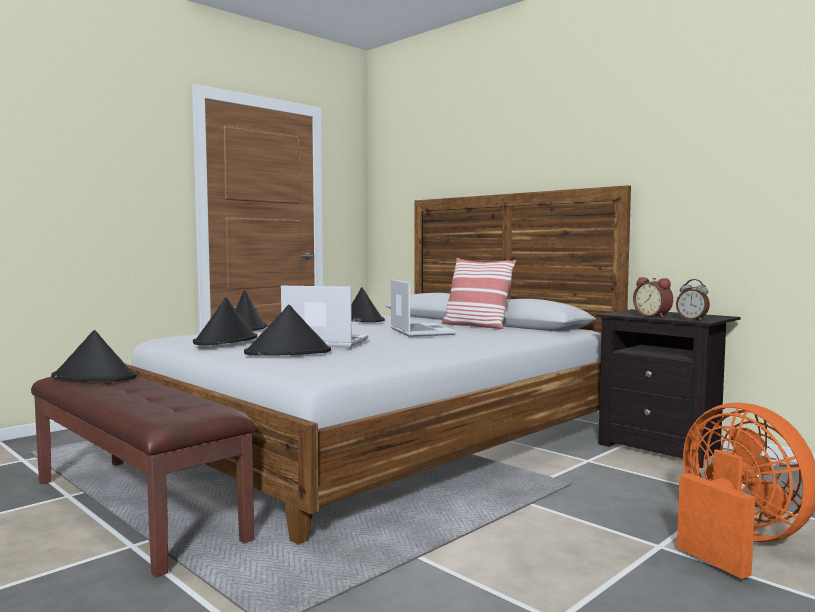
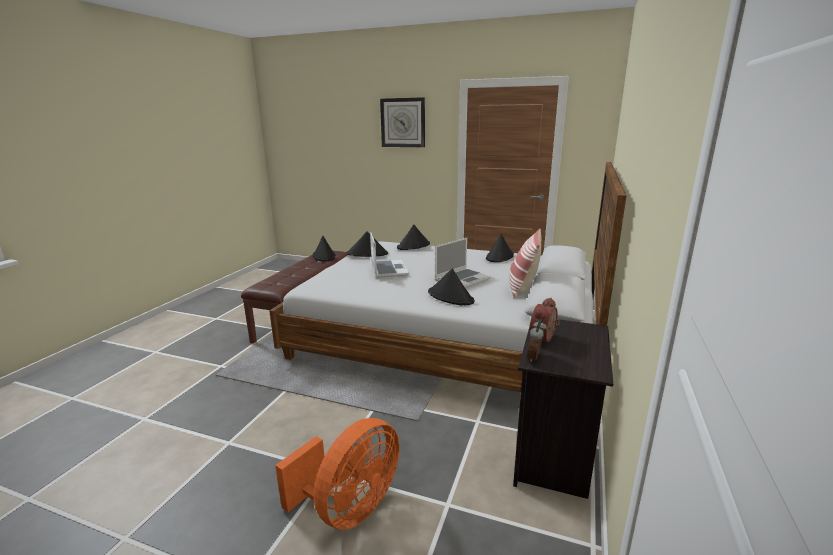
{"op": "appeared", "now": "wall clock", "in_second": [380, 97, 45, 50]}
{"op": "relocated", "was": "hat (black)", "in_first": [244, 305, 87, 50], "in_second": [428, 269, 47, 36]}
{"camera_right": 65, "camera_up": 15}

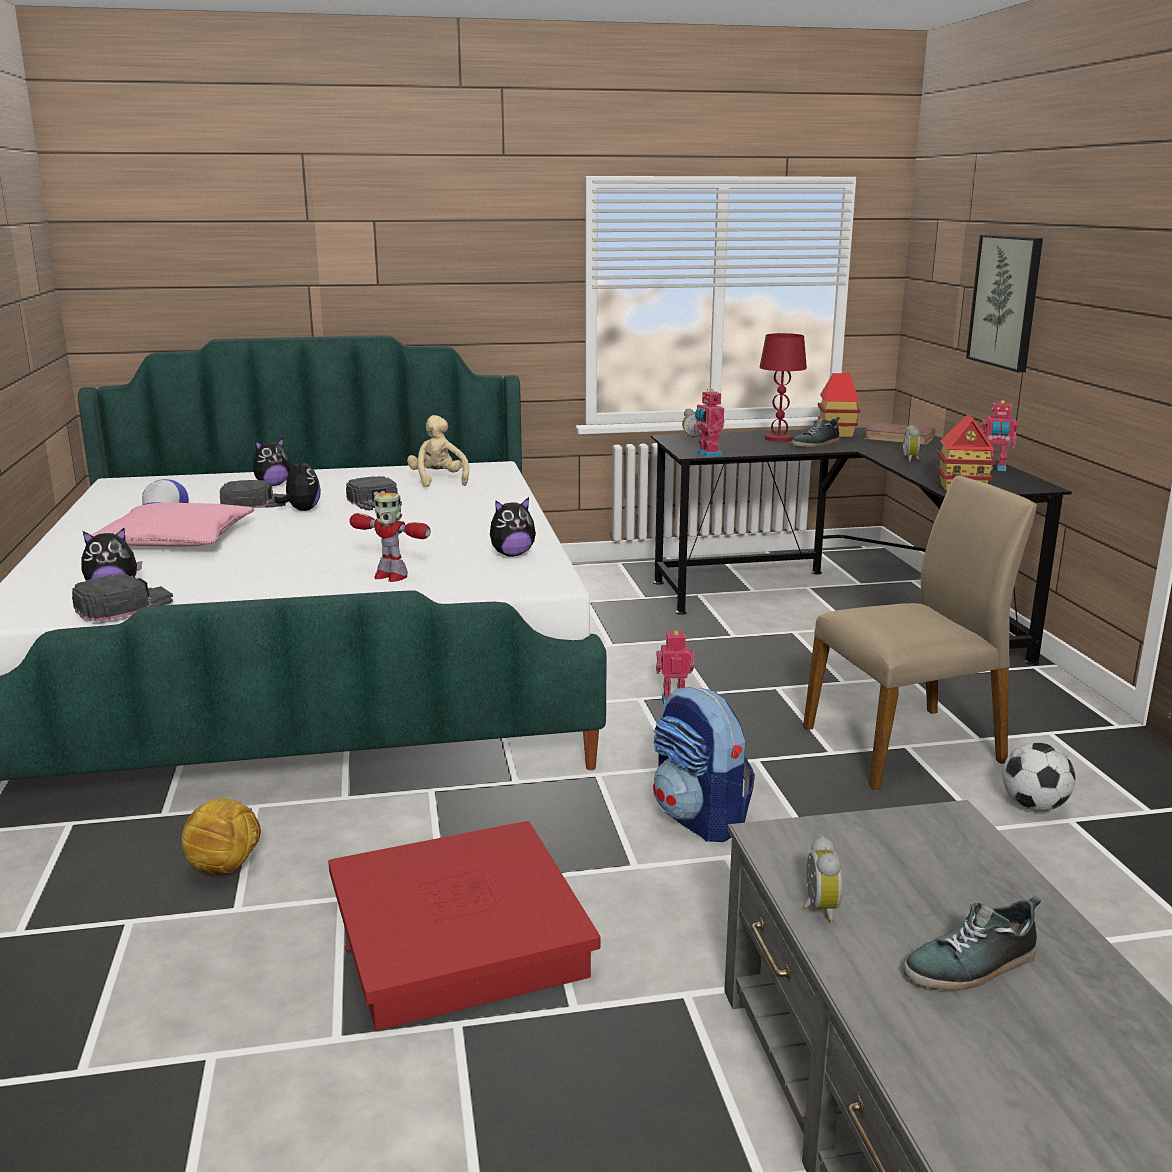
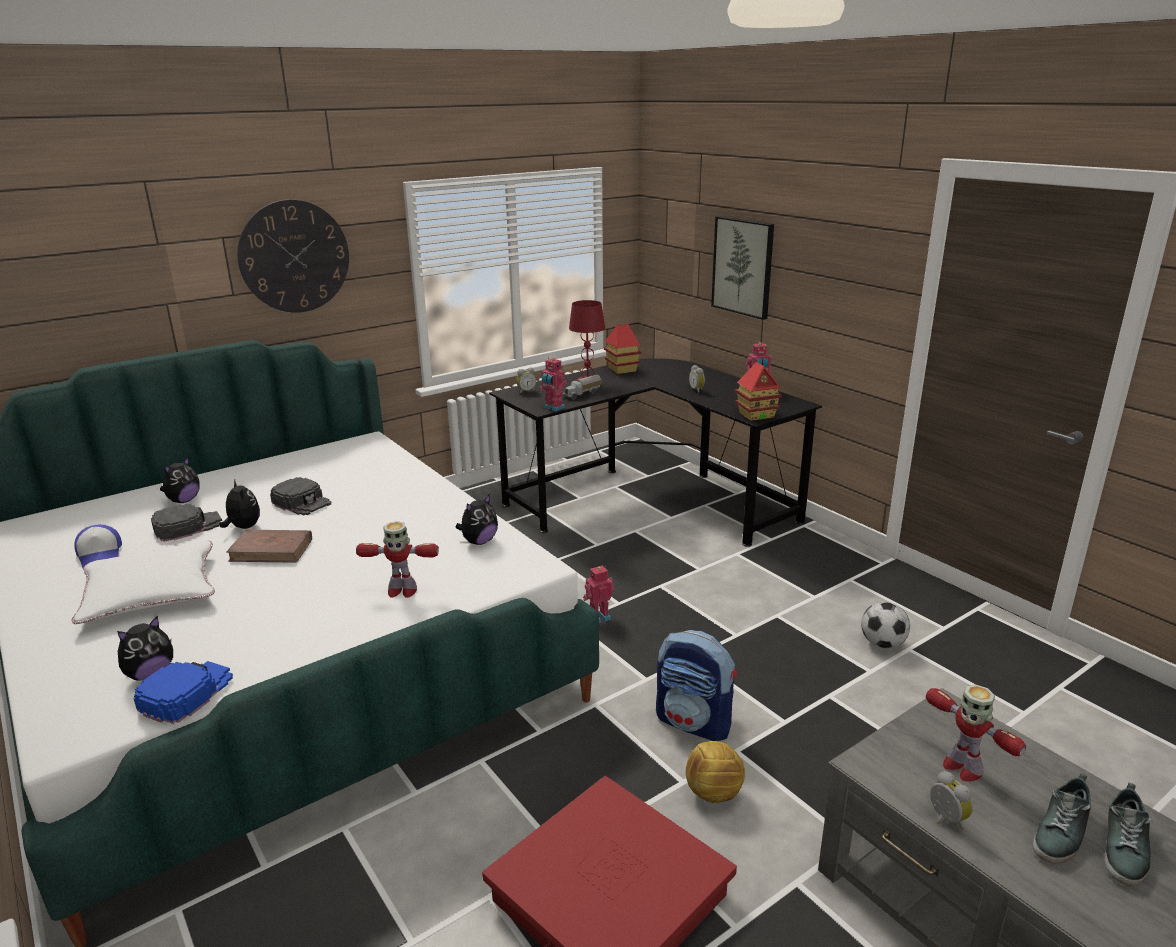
{"op": "colour", "was": "pillow (pink)", "now": "pillow (white)", "in_first": [84, 503, 170, 44], "in_second": [72, 541, 143, 83]}
{"op": "colour", "was": "cap (black)", "now": "cap (blue)", "in_first": [72, 574, 101, 48], "in_second": [134, 661, 99, 63]}
{"op": "relocated", "was": "book (brown)", "in_first": [864, 423, 71, 22], "in_second": [226, 530, 86, 33]}
{"op": "appeared", "now": "wall clock", "in_second": [237, 199, 112, 114]}
{"op": "appeared", "now": "toy truck", "in_second": [562, 375, 40, 25]}
{"op": "relocated", "was": "football", "in_first": [182, 798, 79, 77], "in_second": [686, 741, 59, 62]}
{"op": "appeared", "now": "toy robot", "in_second": [926, 685, 100, 96]}
{"op": "relocated", "was": "shoe", "in_first": [791, 417, 49, 30], "in_second": [1105, 783, 46, 103]}
{"op": "missing", "was": "plush toy (beige)", "in_first": [407, 415, 62, 72]}
{"op": "missing", "was": "chair (beige)", "in_first": [803, 476, 234, 314]}
{"camera_right": -25, "camera_up": 5}

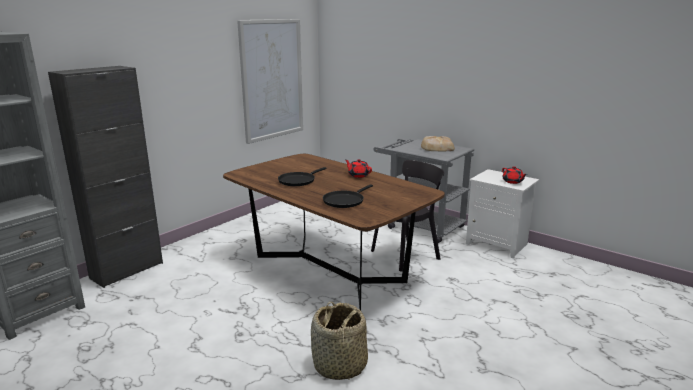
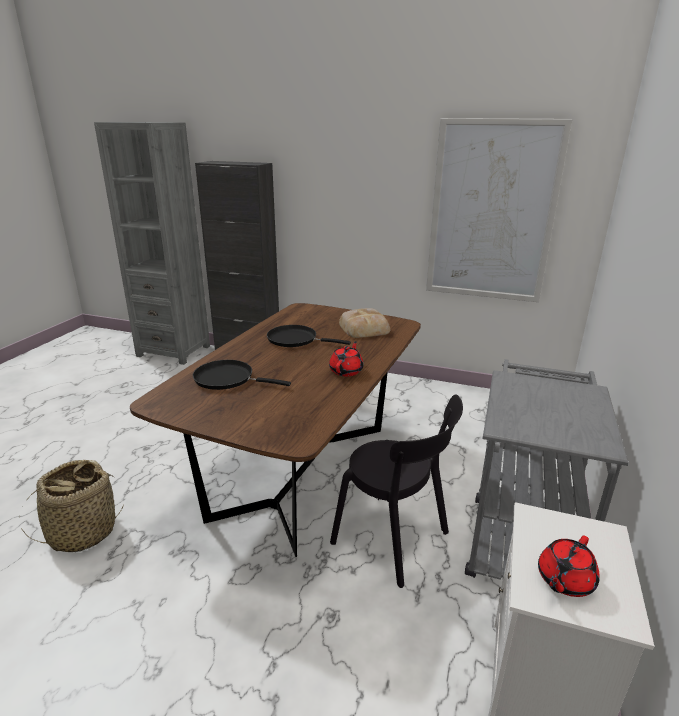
{"op": "relocated", "was": "bread", "in_first": [421, 136, 34, 15], "in_second": [339, 308, 51, 30]}
{"camera_right": 70, "camera_up": 5}

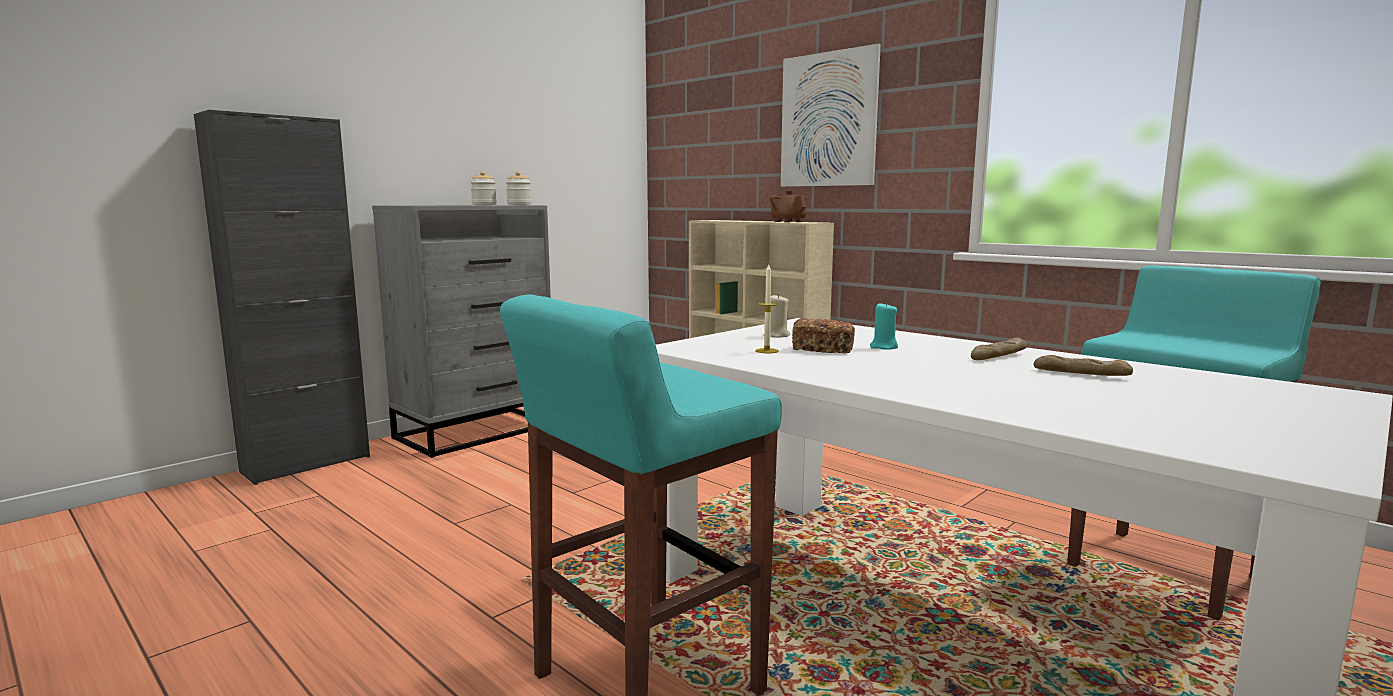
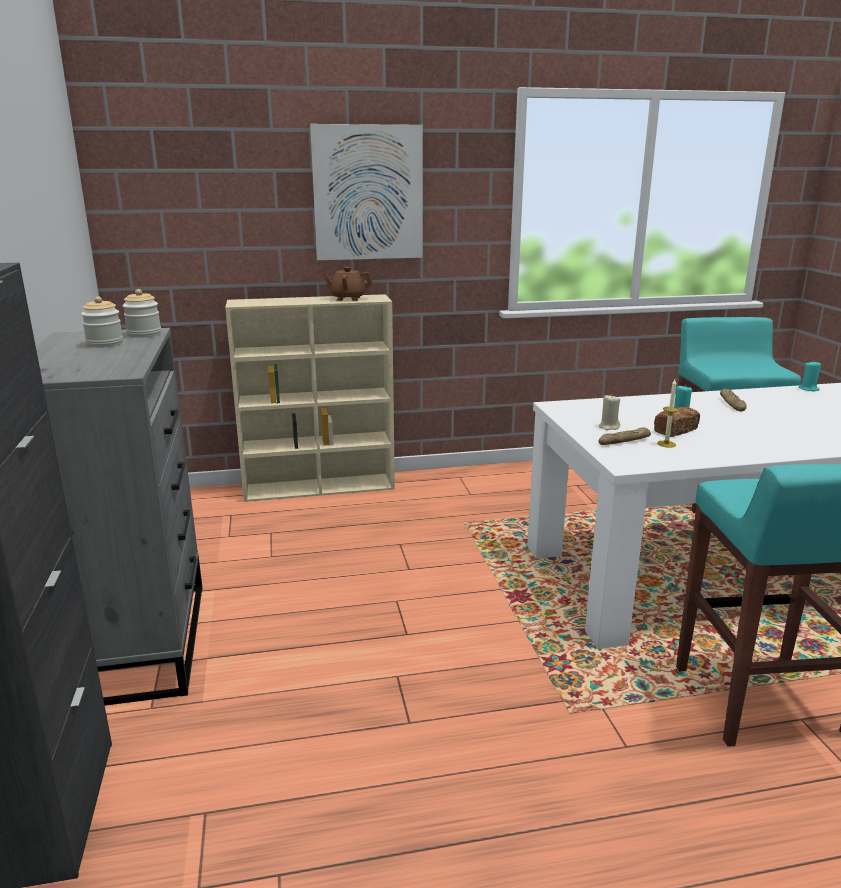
{"op": "relocated", "was": "bread", "in_first": [1034, 355, 99, 21], "in_second": [598, 427, 53, 18]}
{"op": "appeared", "now": "candle (turquoise)", "in_second": [799, 362, 22, 30]}
{"camera_right": -55, "camera_up": 10}

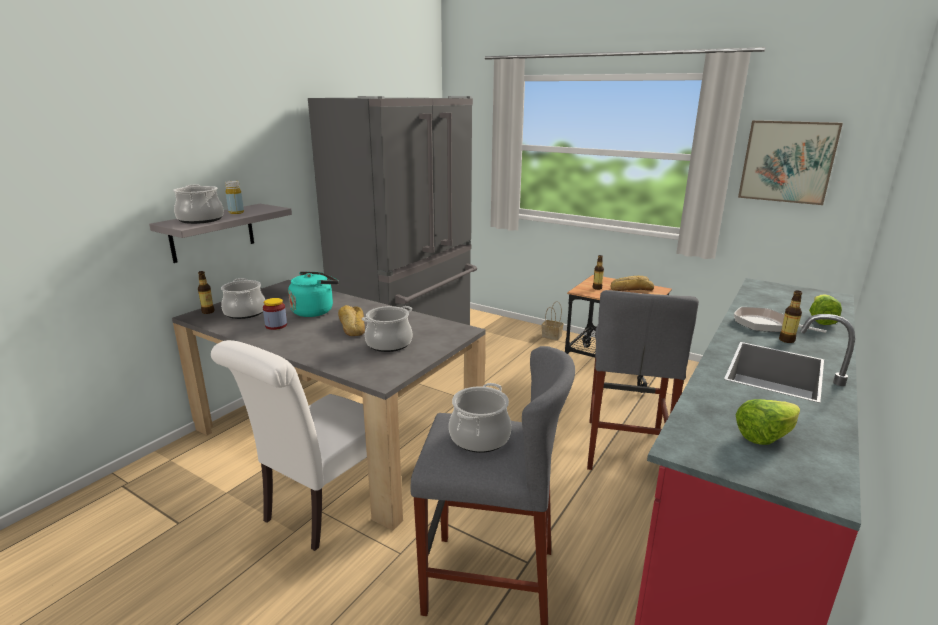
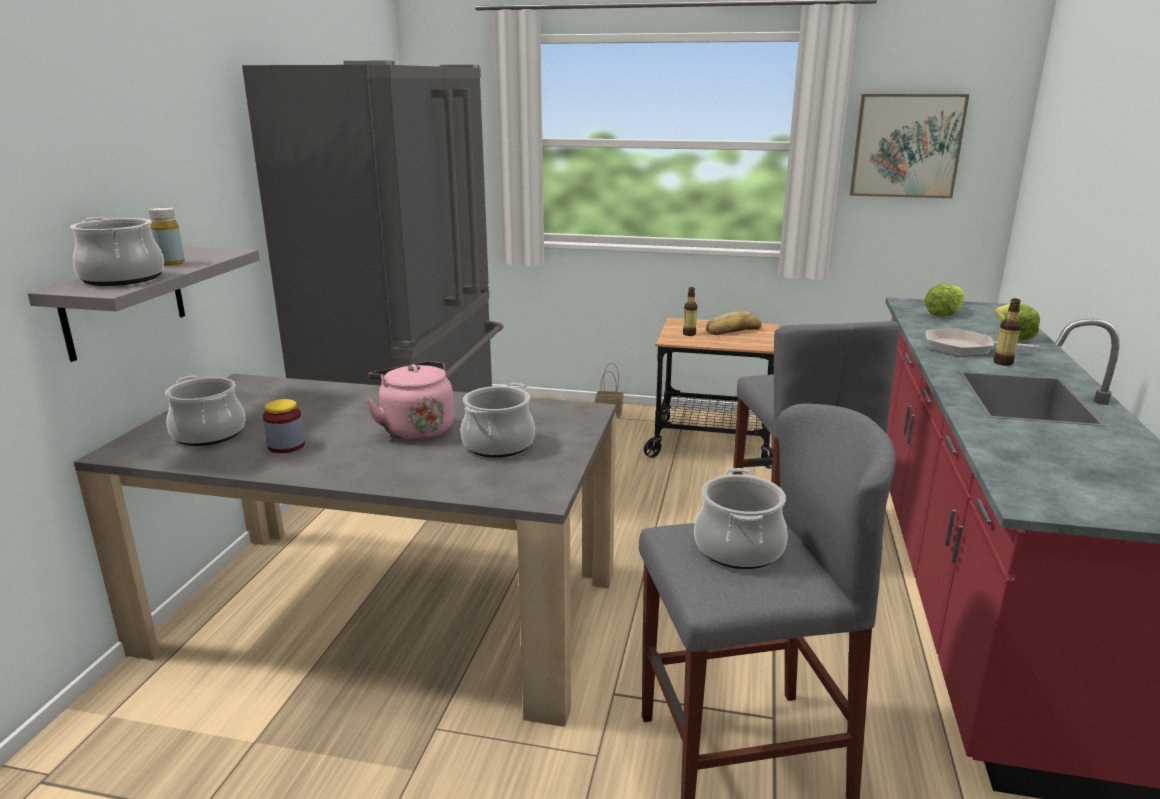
{"op": "exchanged", "was": "bread", "now": "kettle (pink)", "in_first": [338, 305, 27, 31], "in_second": [365, 361, 89, 79]}
{"op": "relocated", "was": "lettuce", "in_first": [736, 399, 64, 46], "in_second": [924, 284, 40, 32]}
{"op": "missing", "was": "bottle", "in_first": [198, 271, 16, 43]}
{"op": "missing", "was": "chair (white)", "in_first": [211, 340, 156, 211]}
{"op": "missing", "was": "kettle (turquoise)", "in_first": [288, 271, 51, 46]}
{"camera_right": -20, "camera_up": 0}

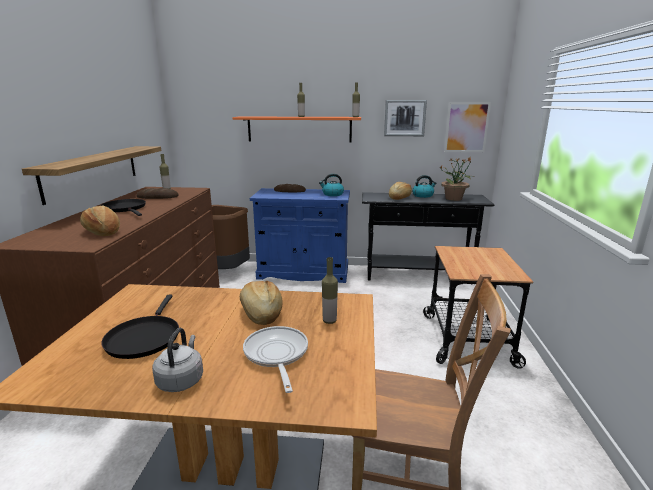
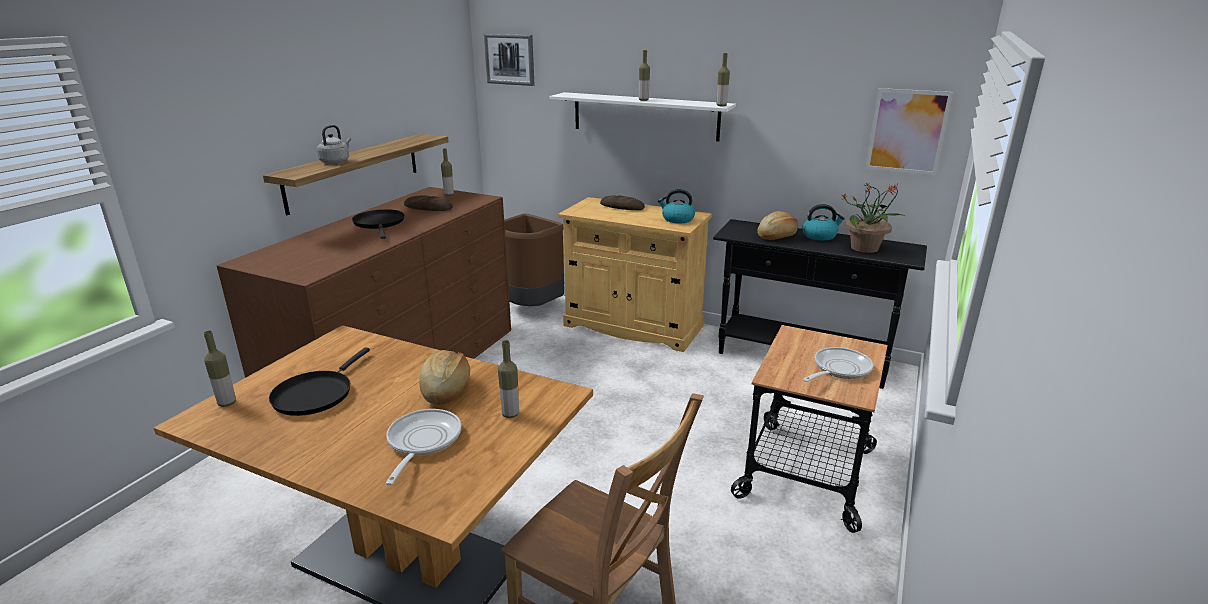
{"op": "appeared", "now": "bottle", "in_second": [204, 331, 32, 76]}
{"op": "relocated", "was": "kettle (grey)", "in_first": [152, 328, 51, 64], "in_second": [317, 125, 34, 39]}
{"op": "relocated", "was": "picture", "in_first": [384, 100, 43, 36], "in_second": [484, 34, 50, 52]}
{"op": "colour", "was": "shelf (orange)", "now": "shelf (white)", "in_first": [232, 116, 129, 26], "in_second": [550, 92, 186, 49]}
{"op": "colour", "was": "cabinet (blue)", "now": "cabinet (beige)", "in_first": [250, 188, 100, 95], "in_second": [558, 197, 154, 155]}
{"op": "appeared", "now": "frying pan", "in_second": [803, 347, 70, 35]}
{"op": "missing", "was": "bread", "in_first": [80, 206, 40, 30]}
{"camera_right": 20, "camera_up": 5}

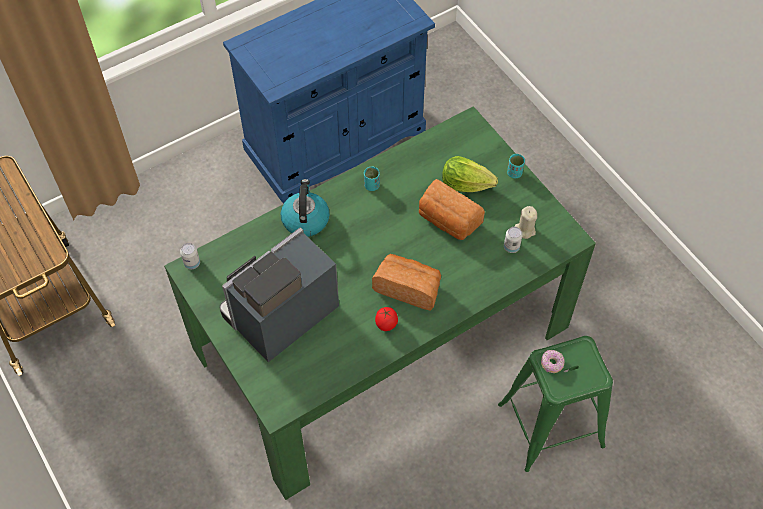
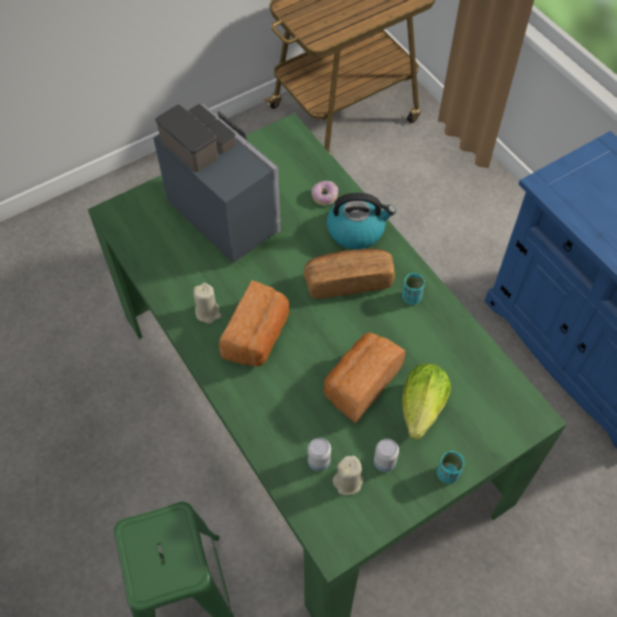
{"op": "exchanged", "was": "tomato", "now": "candle (beige)", "in_first": [375, 307, 23, 24], "in_second": [193, 283, 28, 41]}
{"op": "appeared", "now": "bread", "in_second": [304, 249, 91, 50]}
{"op": "relocated", "was": "donut", "in_first": [541, 350, 24, 23], "in_second": [311, 181, 27, 25]}
{"op": "relocated", "was": "can", "in_first": [180, 243, 20, 26], "in_second": [374, 439, 25, 33]}
{"camera_right": 90, "camera_up": 0}

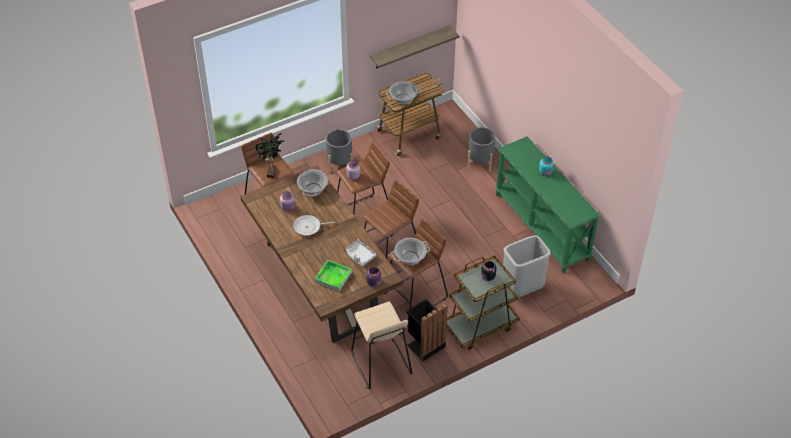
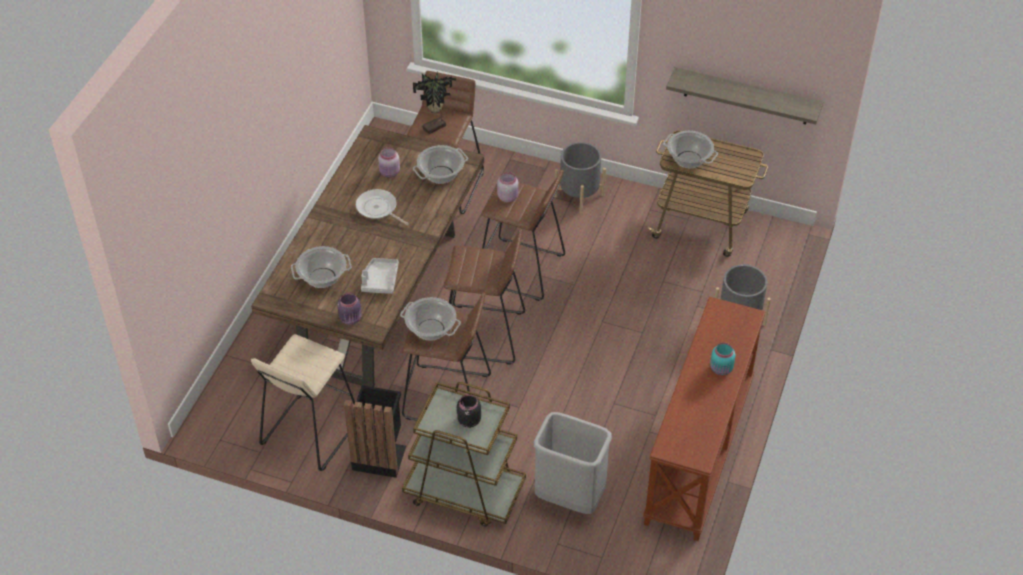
{"op": "exchanged", "was": "tray", "now": "cooking pot", "in_first": [314, 260, 38, 32], "in_second": [291, 246, 61, 42]}
{"op": "colour", "was": "console table (green)", "now": "console table (brown)", "in_first": [495, 137, 105, 136], "in_second": [643, 297, 123, 244]}
{"camera_right": 50, "camera_up": 0}

